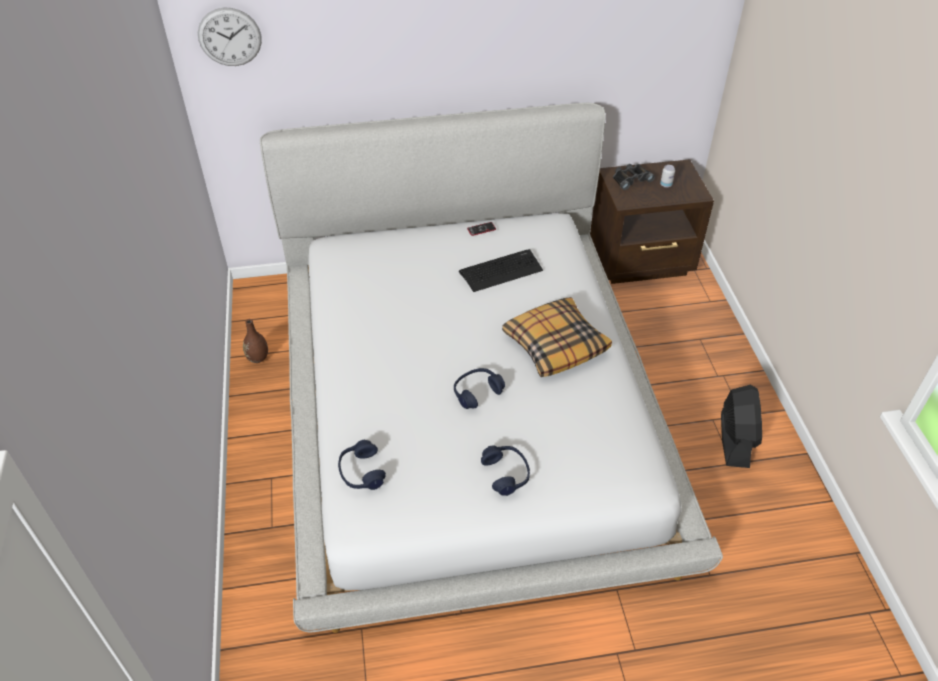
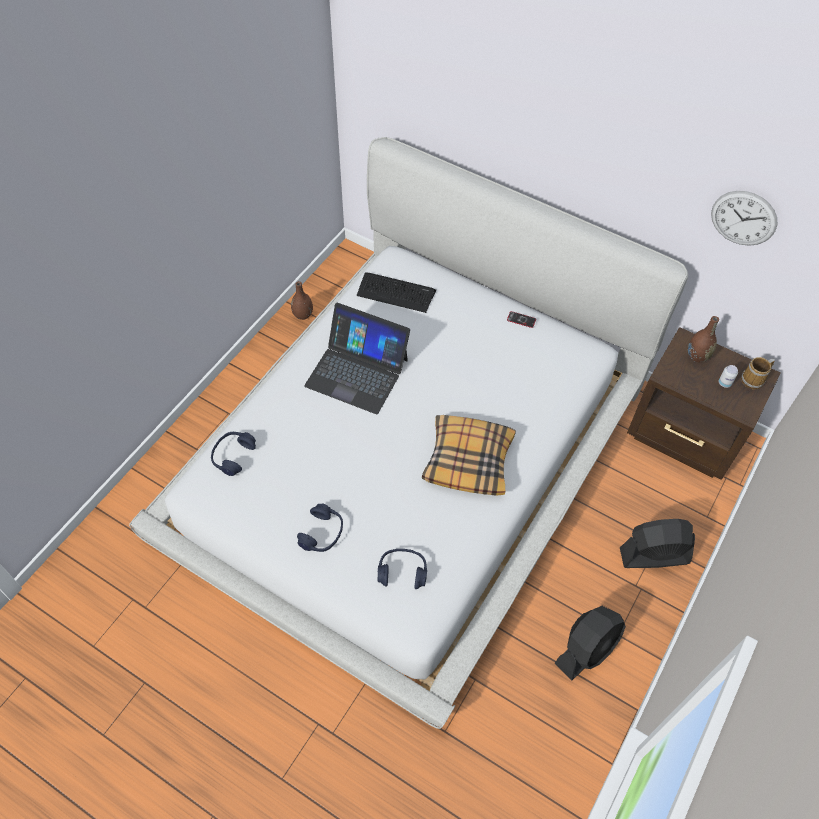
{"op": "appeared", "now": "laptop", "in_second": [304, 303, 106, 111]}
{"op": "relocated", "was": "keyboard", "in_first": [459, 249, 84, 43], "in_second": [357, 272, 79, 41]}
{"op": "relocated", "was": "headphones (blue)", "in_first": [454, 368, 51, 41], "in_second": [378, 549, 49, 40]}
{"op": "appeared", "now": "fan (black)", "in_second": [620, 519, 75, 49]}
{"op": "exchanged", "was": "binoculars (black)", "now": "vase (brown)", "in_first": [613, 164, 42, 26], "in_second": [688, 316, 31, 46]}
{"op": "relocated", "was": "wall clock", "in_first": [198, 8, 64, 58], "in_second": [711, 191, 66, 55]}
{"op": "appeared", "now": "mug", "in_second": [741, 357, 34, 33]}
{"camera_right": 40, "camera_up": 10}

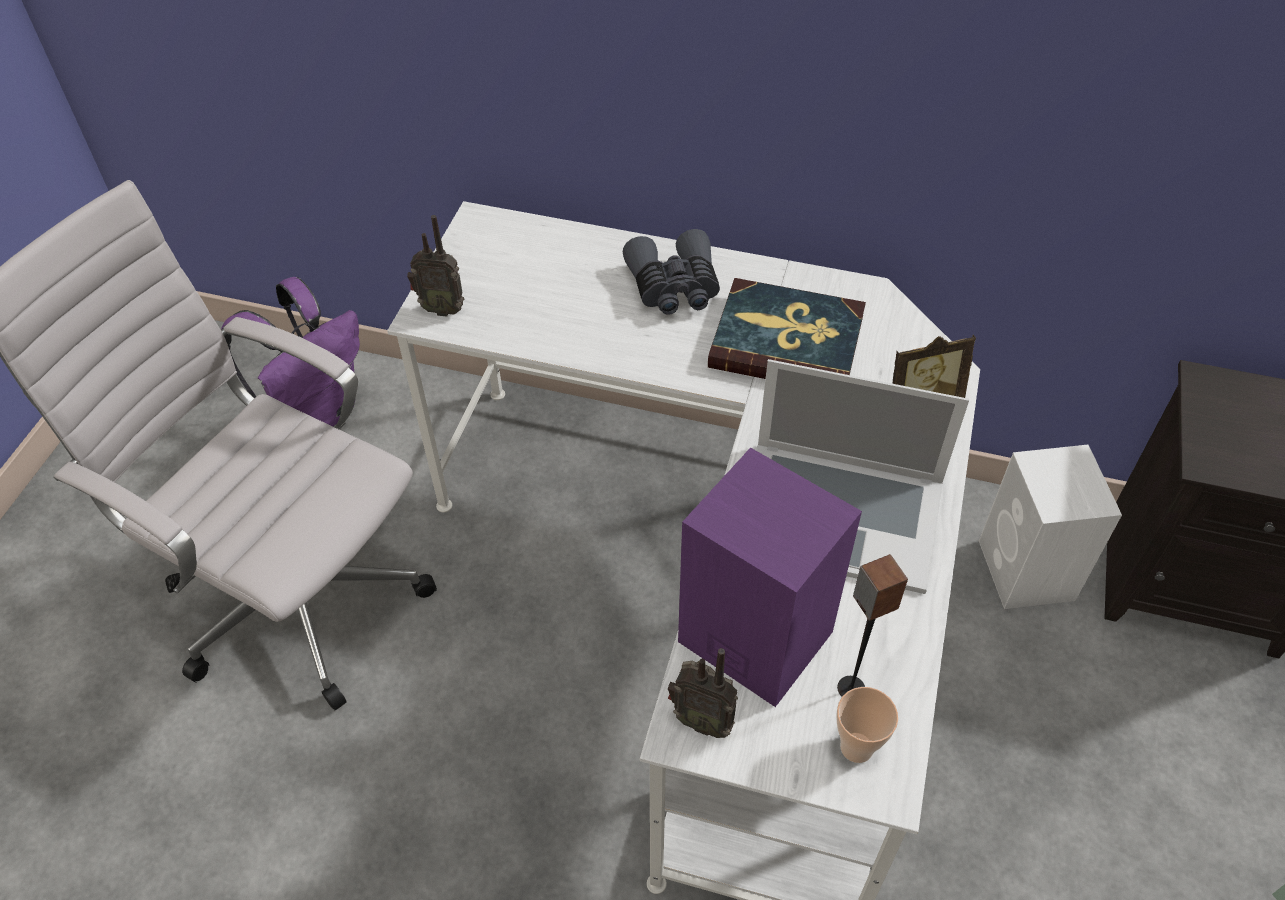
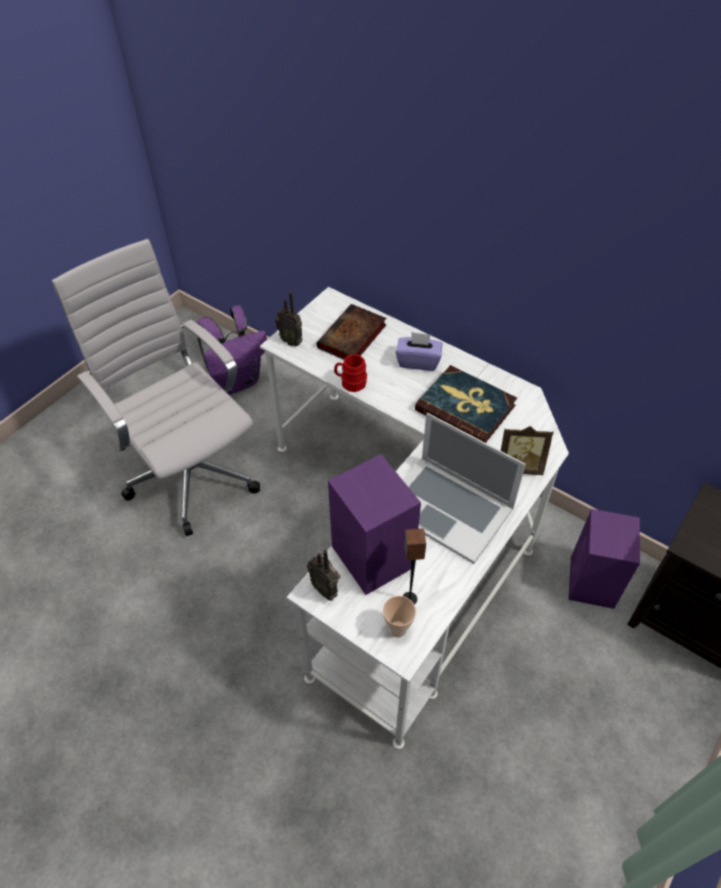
{"op": "appeared", "now": "book", "in_second": [317, 304, 69, 55]}
{"op": "appeared", "now": "mug (red)", "in_second": [334, 354, 33, 38]}
{"op": "exchanged", "was": "binoculars (grey)", "now": "tissue box (purple)", "in_first": [623, 229, 97, 86], "in_second": [396, 332, 46, 39]}
{"op": "colour", "was": "speaker (white)", "now": "speaker (purple)", "in_first": [979, 445, 143, 164], "in_second": [568, 509, 72, 100]}
{"camera_right": 20, "camera_up": 0}

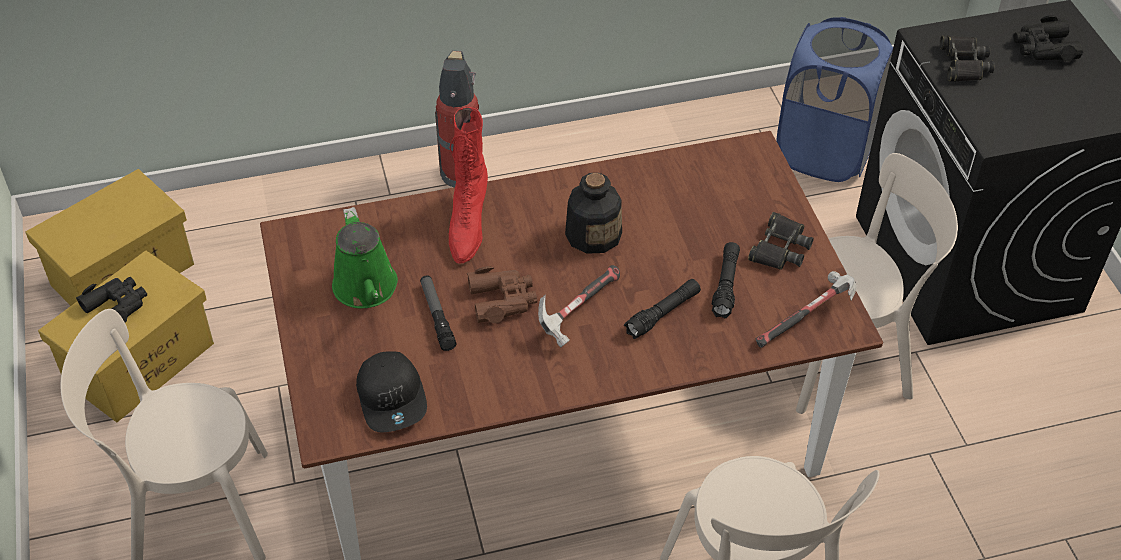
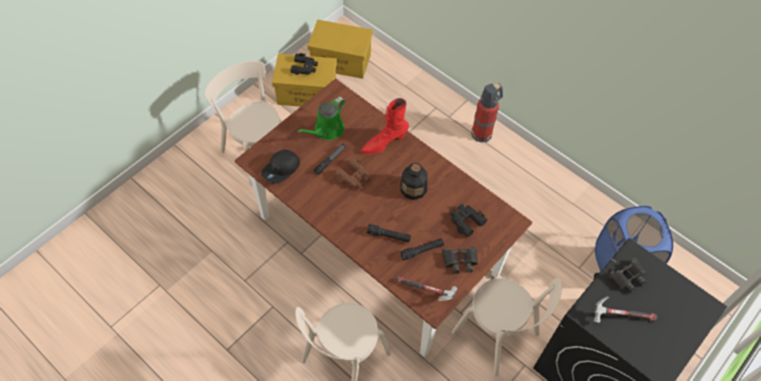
{"op": "relocated", "was": "binoculars (black)", "in_first": [1013, 15, 70, 46], "in_second": [450, 204, 38, 33]}
{"op": "relocated", "was": "hammer", "in_first": [538, 265, 82, 83], "in_second": [594, 296, 63, 27]}
{"camera_right": 55, "camera_up": 10}

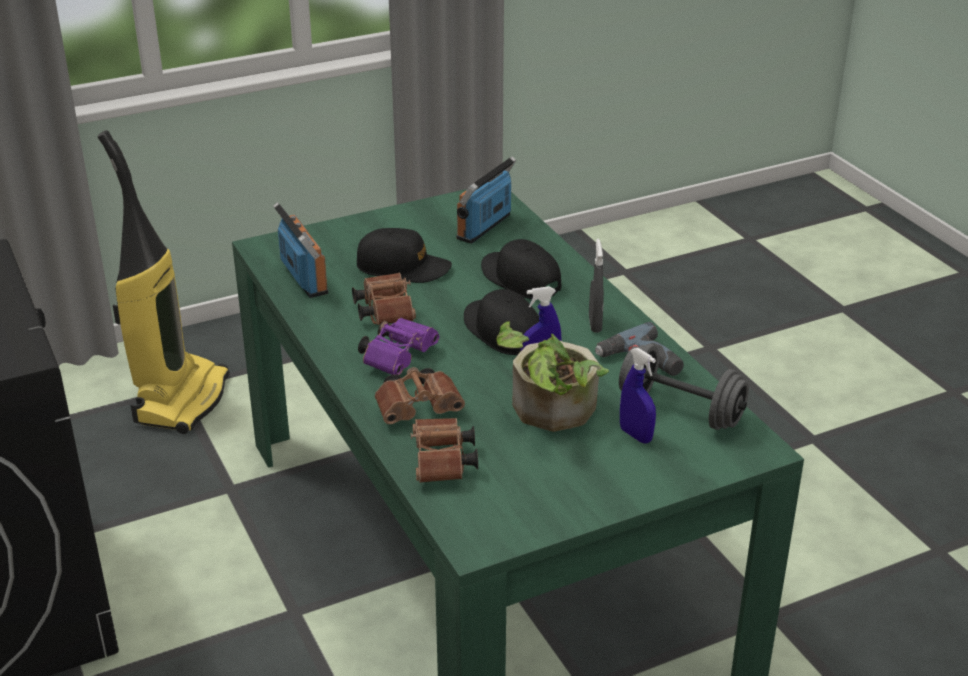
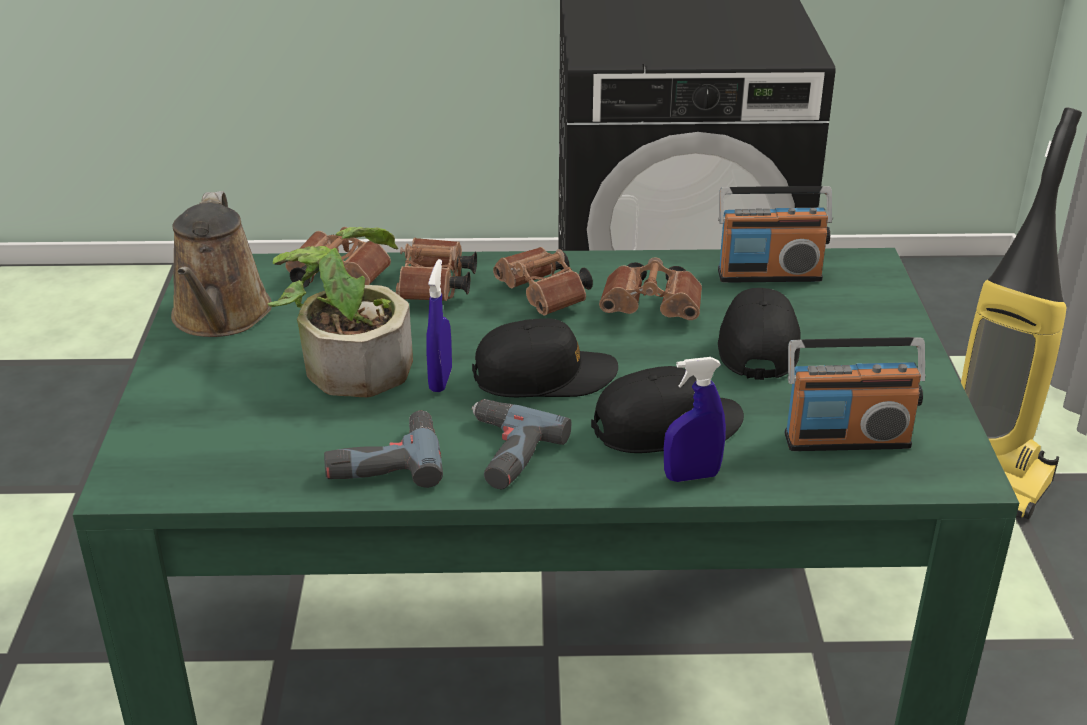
{"op": "appeared", "now": "watering can (brown)", "in_second": [171, 191, 101, 146]}
{"op": "exchanged", "was": "spray bottle (grey)", "now": "power drill", "in_first": [589, 239, 15, 93], "in_second": [472, 399, 99, 90]}
{"op": "colour", "was": "binoculars (purple)", "now": "binoculars (brown)", "in_first": [358, 318, 81, 57], "in_second": [493, 247, 100, 68]}
{"op": "relocated", "was": "spray bottle (blue)", "in_first": [620, 348, 36, 96], "in_second": [664, 357, 62, 125]}
{"op": "spun", "was": "cap (black)", "in_first": [357, 228, 95, 55], "in_second": [718, 288, 83, 92], "clockwise": 150}
{"op": "spun", "was": "radio", "in_first": [456, 157, 60, 87], "in_second": [784, 337, 141, 114], "clockwise": 120}
{"op": "missing", "was": "dumbbell (grey)", "in_first": [619, 344, 130, 86]}
{"camera_right": 115, "camera_up": 0}

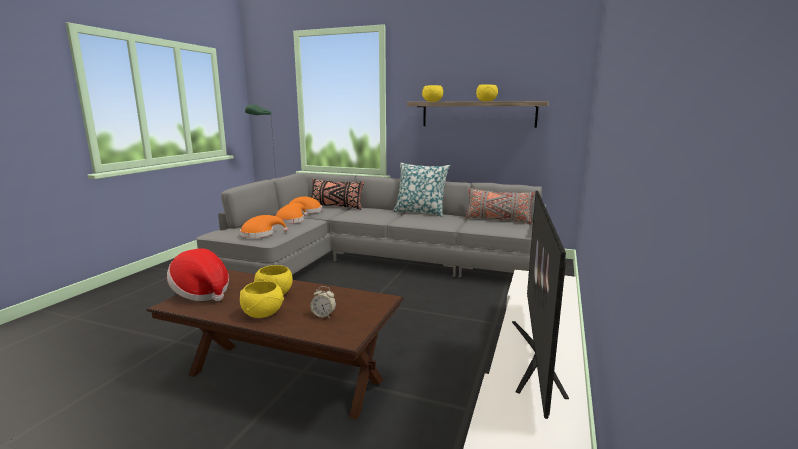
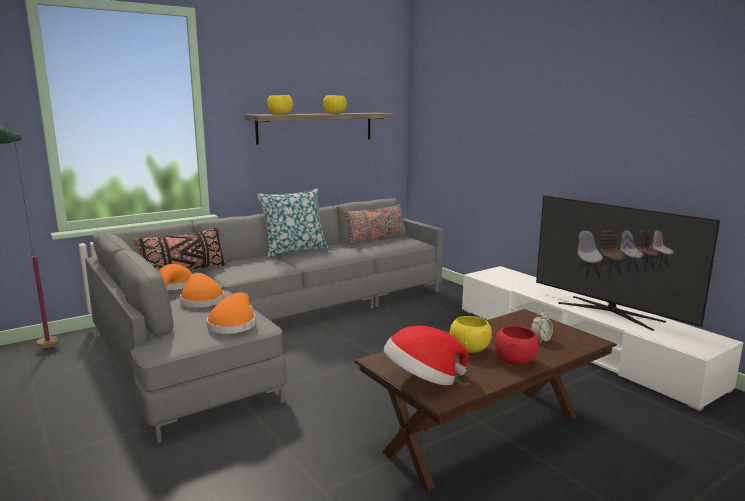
{"op": "colour", "was": "bowl (yellow)", "now": "bowl (red)", "in_first": [240, 281, 44, 37], "in_second": [495, 326, 44, 39]}
{"camera_right": -55, "camera_up": 0}

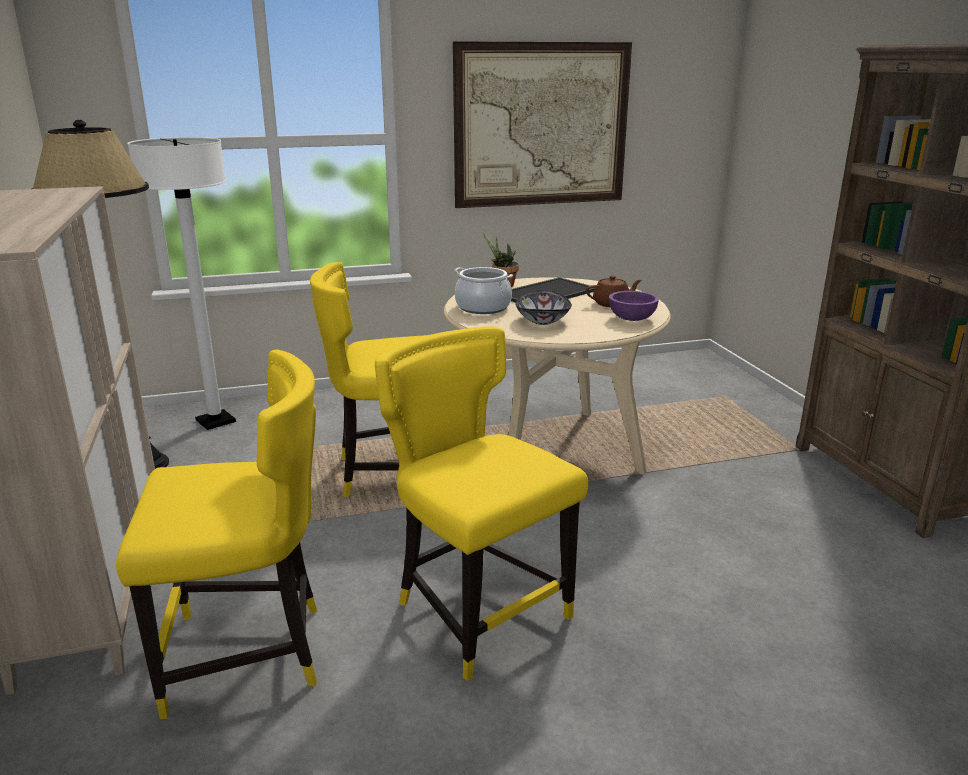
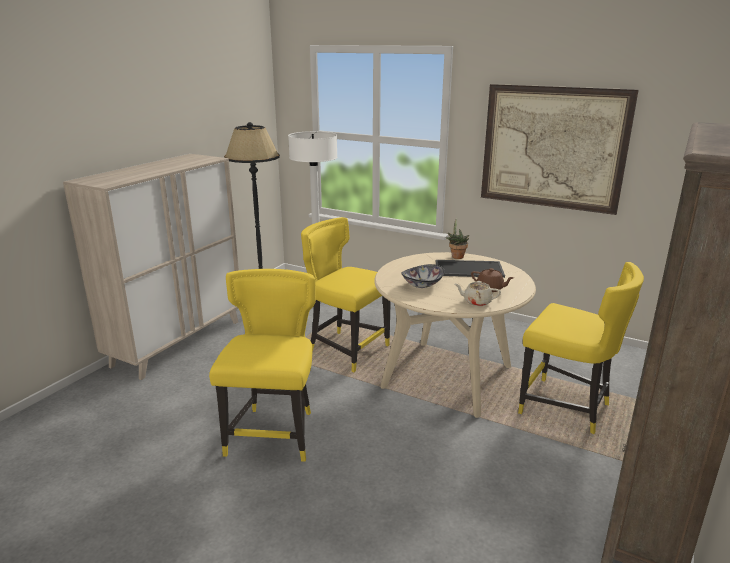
{"op": "exchanged", "was": "bowl (purple)", "now": "teapot (beige)", "in_first": [609, 291, 50, 30], "in_second": [455, 281, 46, 25]}
{"op": "relocated", "was": "chair (yellow)", "in_first": [116, 349, 201, 370], "in_second": [518, 262, 126, 172]}
{"op": "missing", "was": "cooking pot", "in_first": [454, 267, 59, 47]}
{"camera_right": 45, "camera_up": 0}

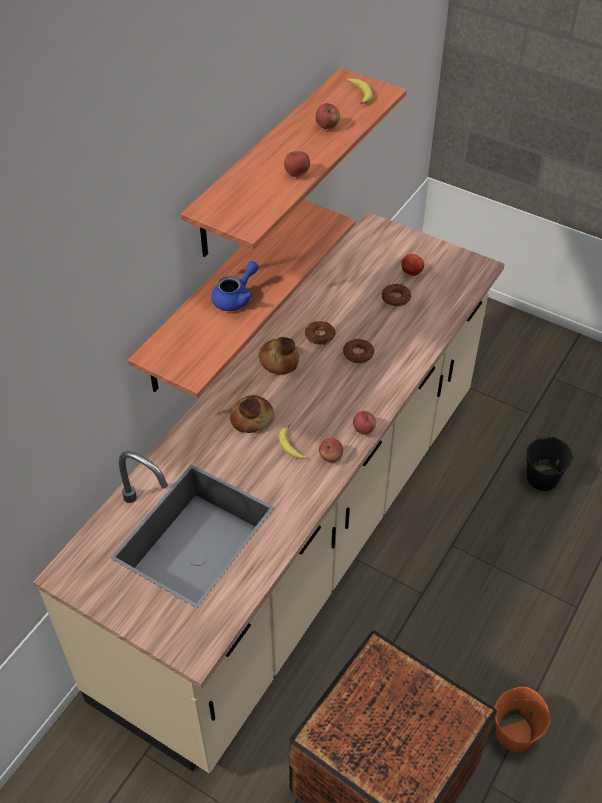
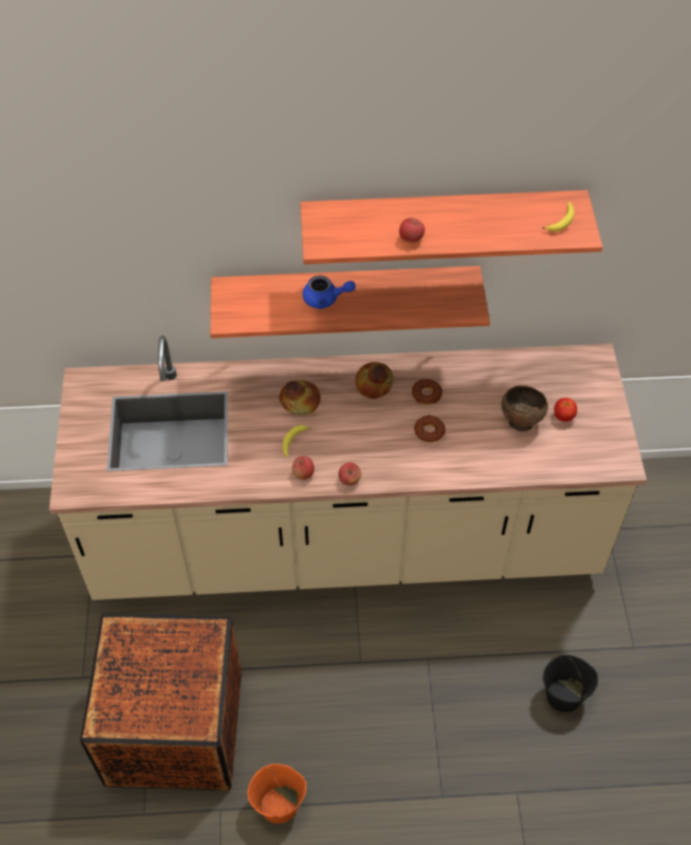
{"op": "exchanged", "was": "donut", "now": "bowl (brown)", "in_first": [382, 284, 29, 22], "in_second": [501, 385, 47, 47]}
{"op": "missing", "was": "apple", "in_first": [315, 103, 25, 26]}
{"camera_right": 55, "camera_up": 5}

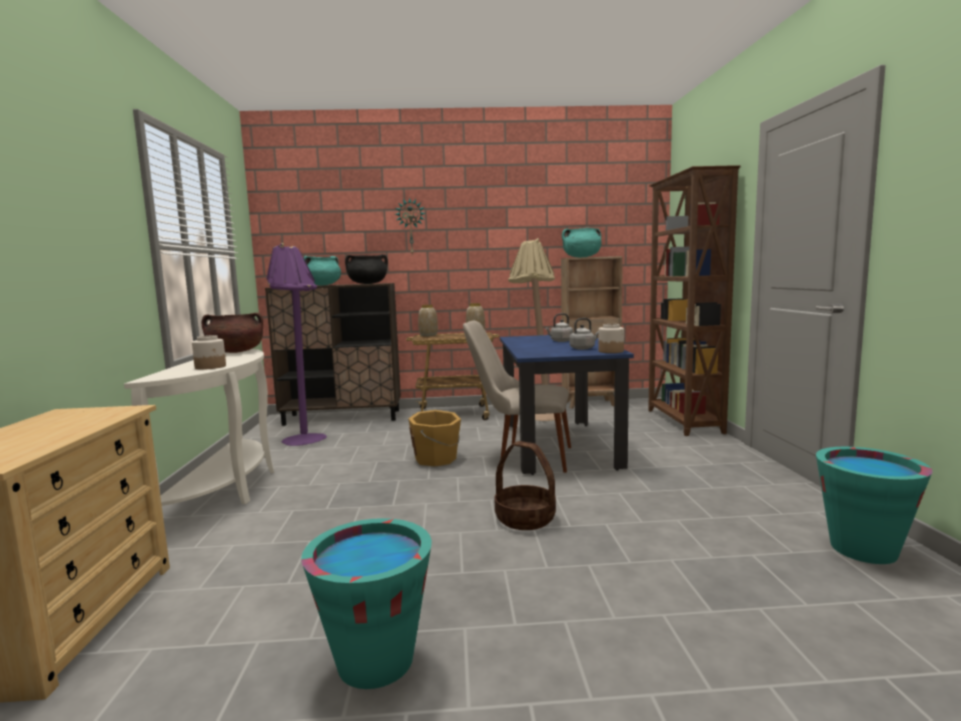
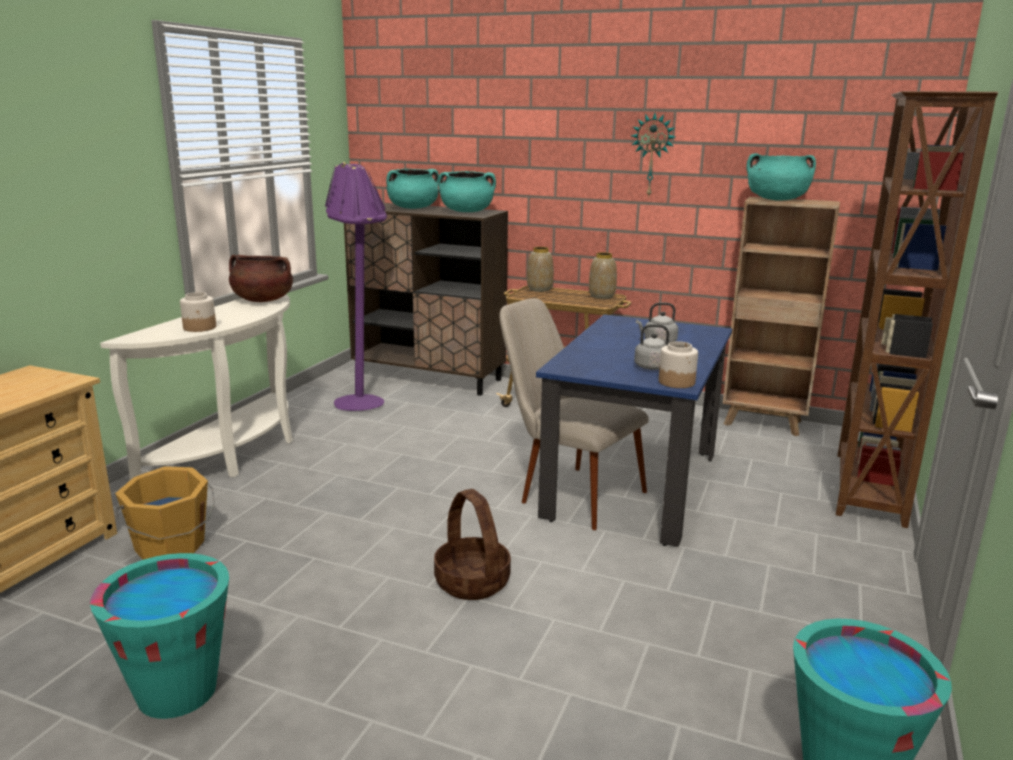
{"op": "relocated", "was": "bucket (orange)", "in_first": [408, 410, 53, 56], "in_second": [115, 466, 100, 94]}
{"op": "colour", "was": "cooking pot (black)", "now": "cooking pot (turquoise)", "in_first": [345, 254, 43, 30], "in_second": [438, 171, 58, 41]}
{"op": "relocated", "was": "wall clock", "in_first": [395, 198, 31, 56], "in_second": [631, 113, 44, 85]}
{"op": "missing", "was": "floor lamp (beige)", "in_first": [508, 238, 54, 183]}
{"camera_right": 25, "camera_up": 10}

